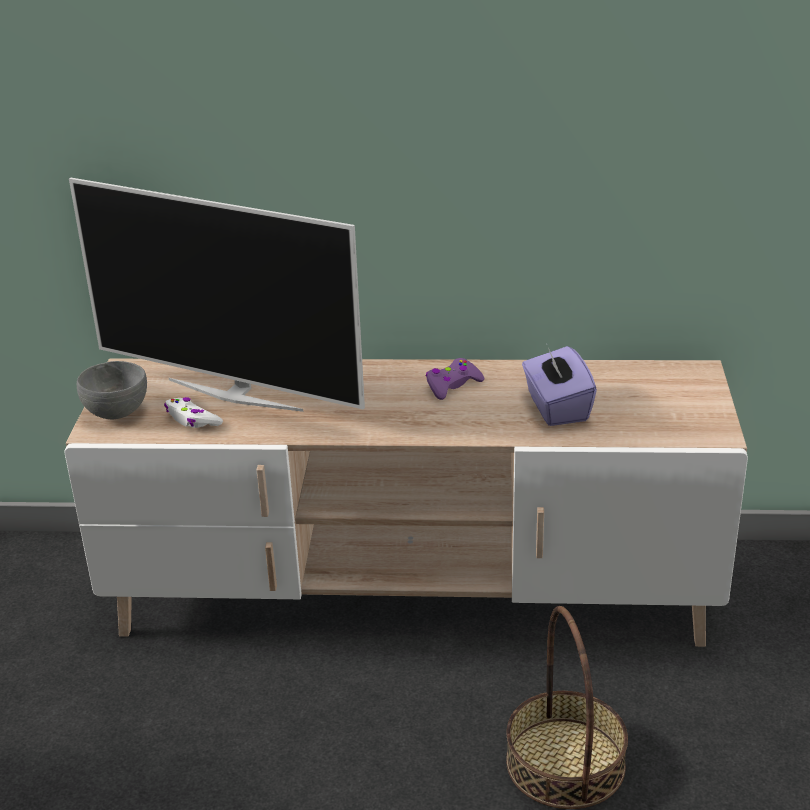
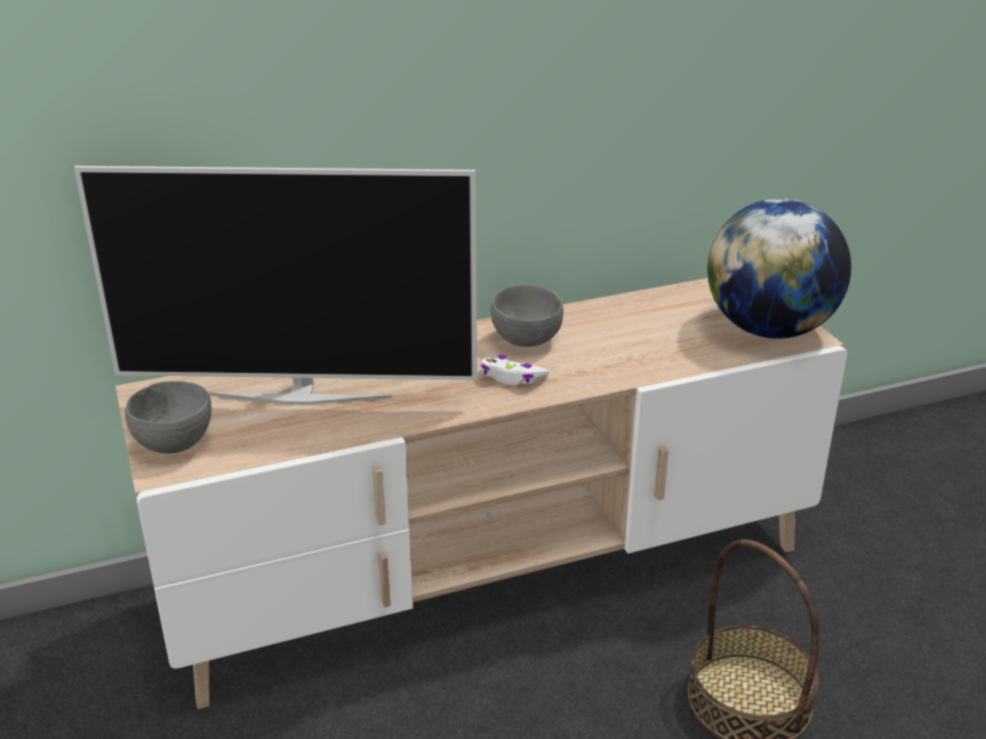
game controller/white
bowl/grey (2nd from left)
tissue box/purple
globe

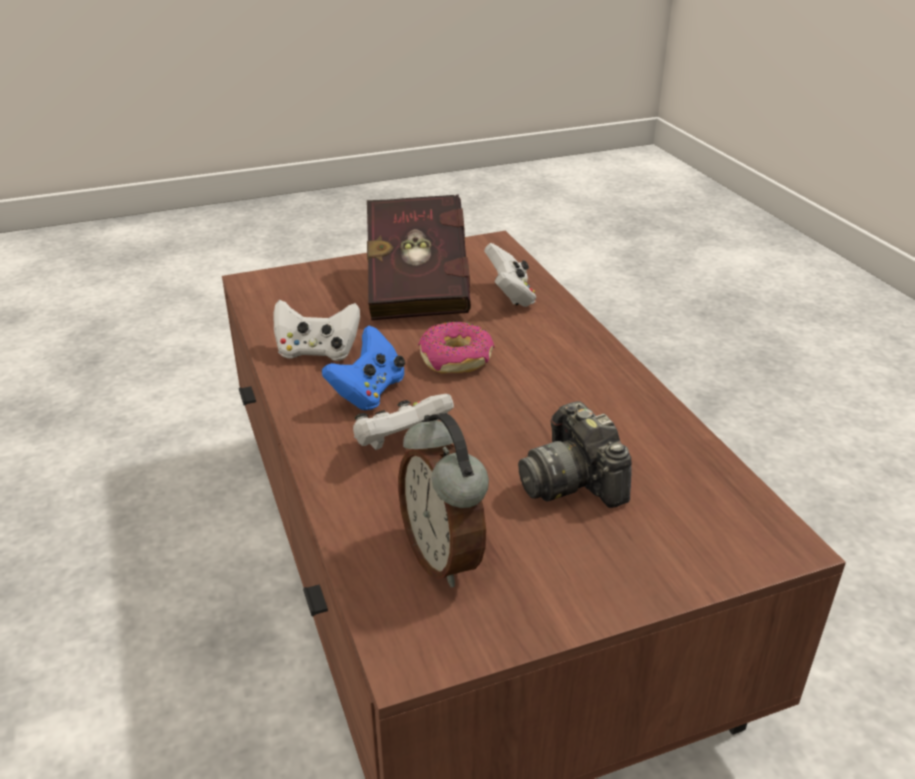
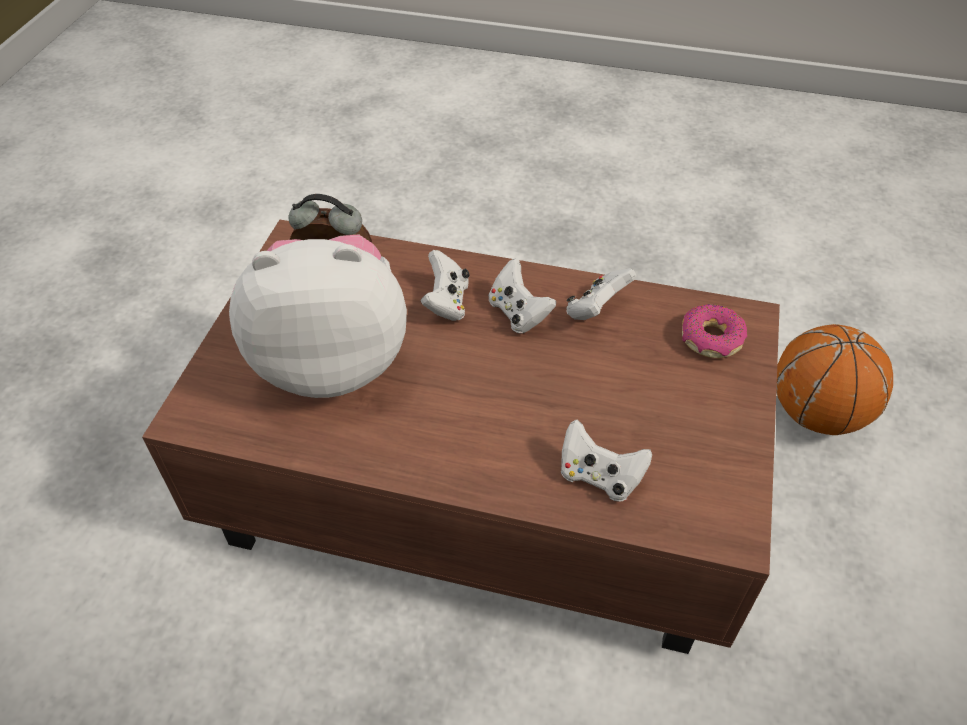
game controller/white (2nd from left)
book/red
donut
plush toy
basketball

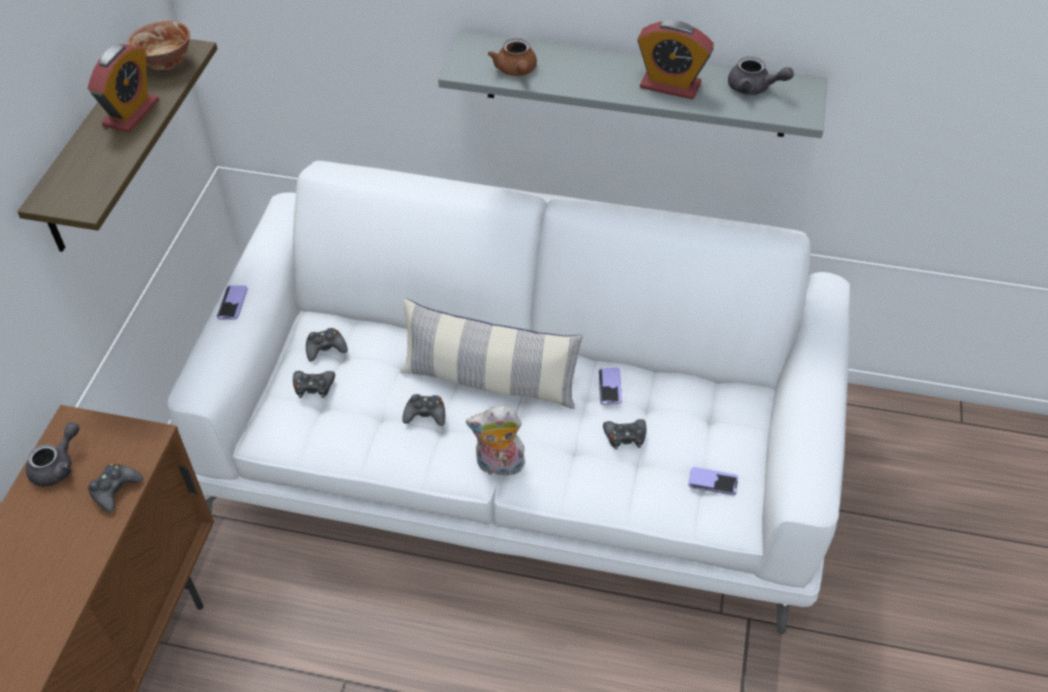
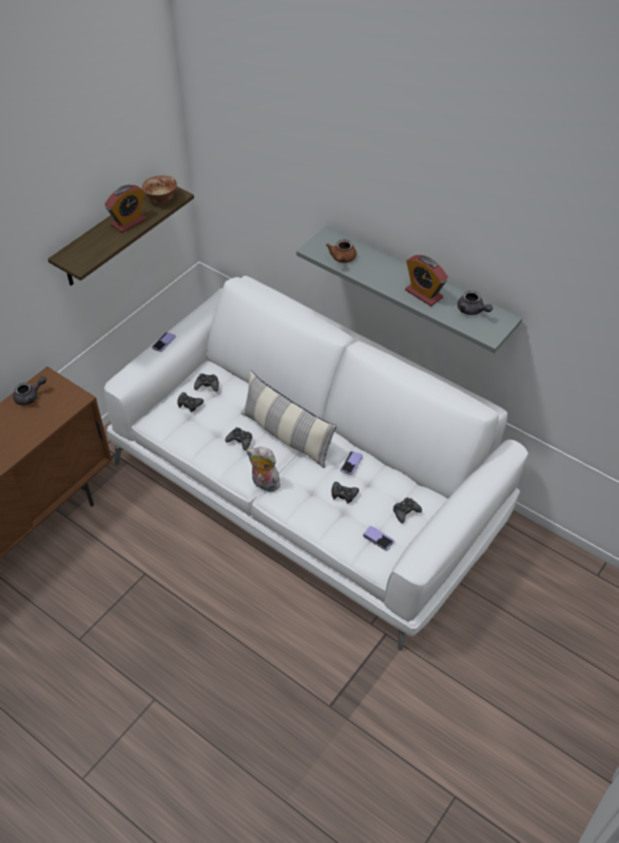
game controller/black (5th from left)

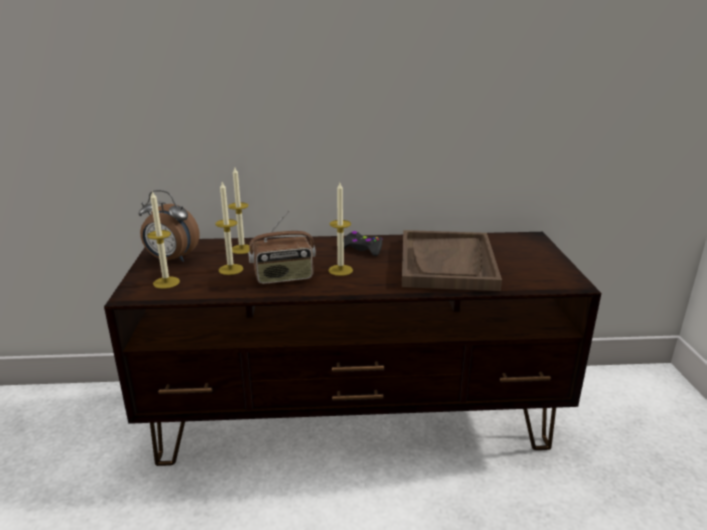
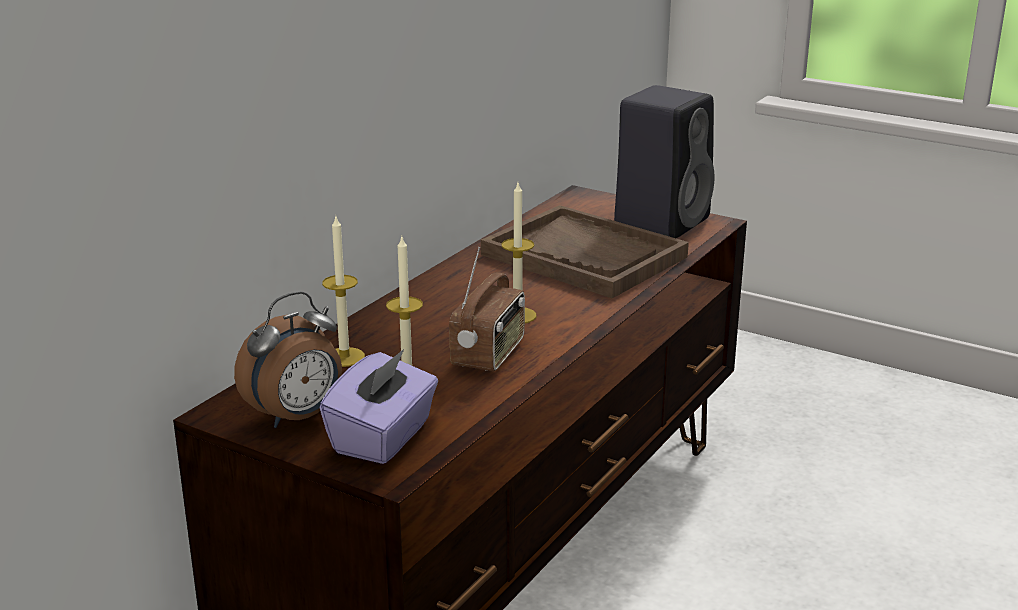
tissue box/purple
game controller/black
speaker/black

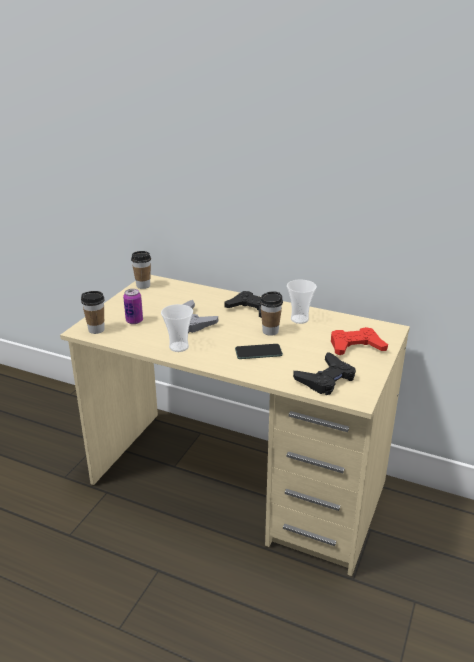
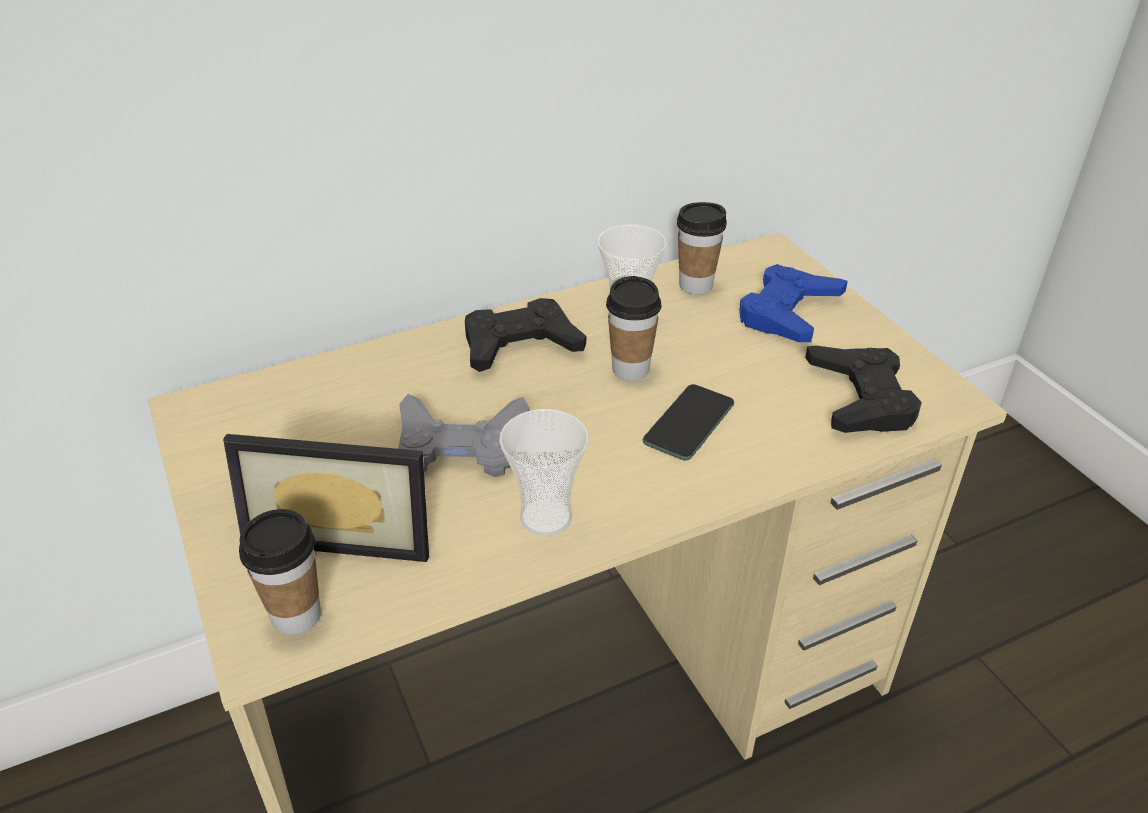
picture frame
cup (5th from left)
game controller/blue

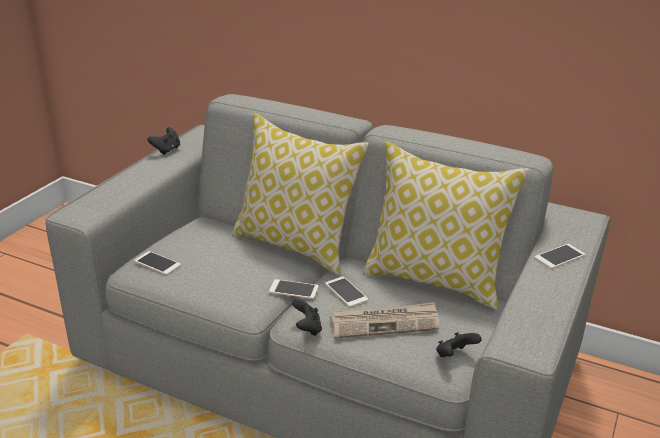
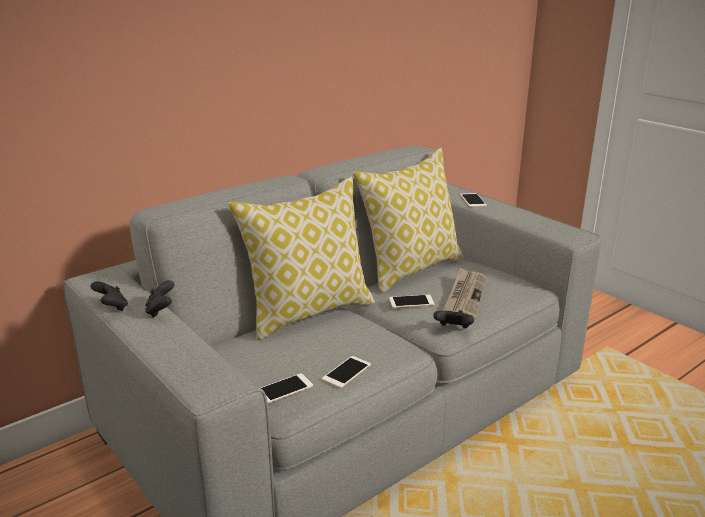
phone (2nd from left)
game controller/black (2nd from left)

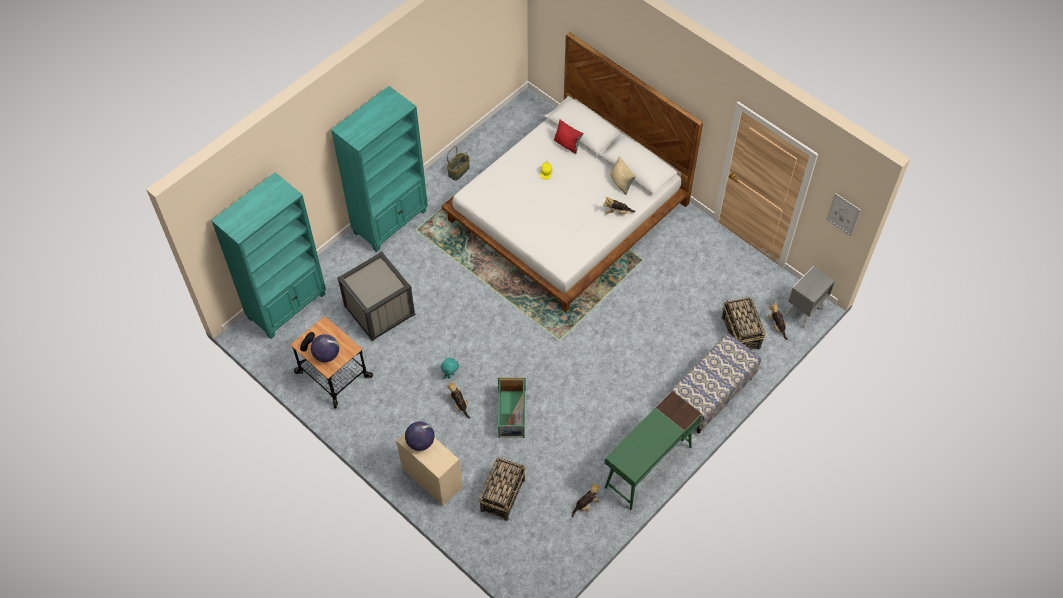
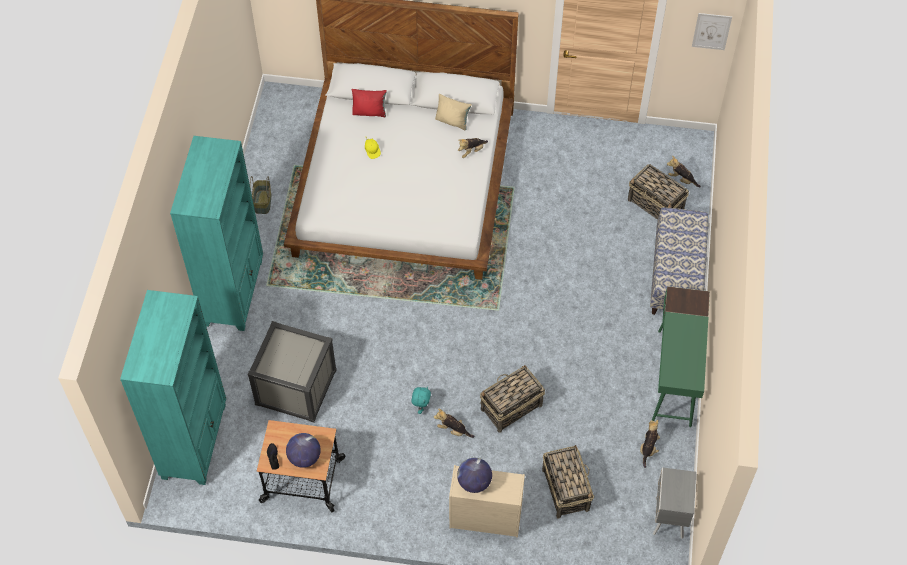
basket (2nd from left)
nightstand/grey

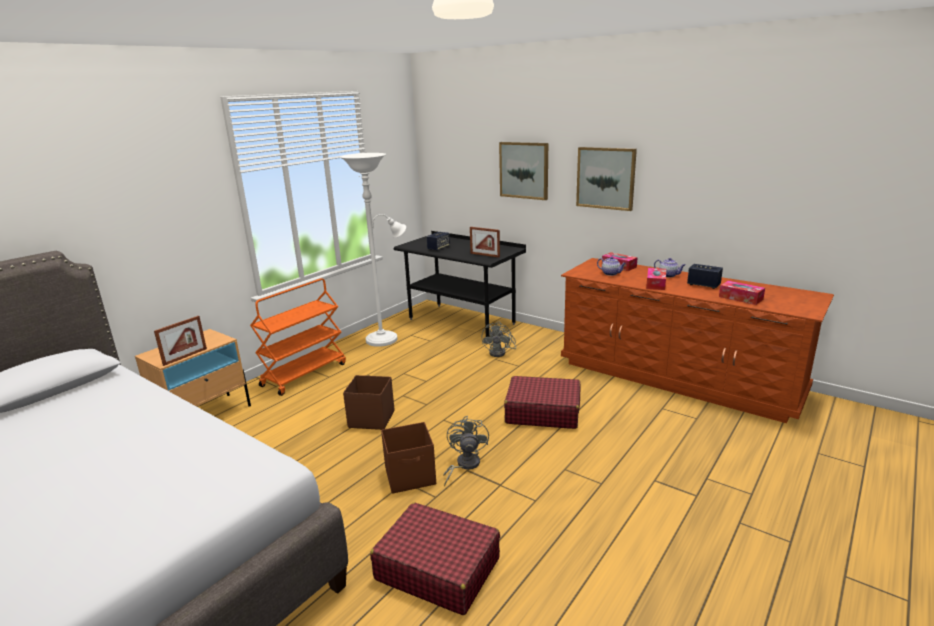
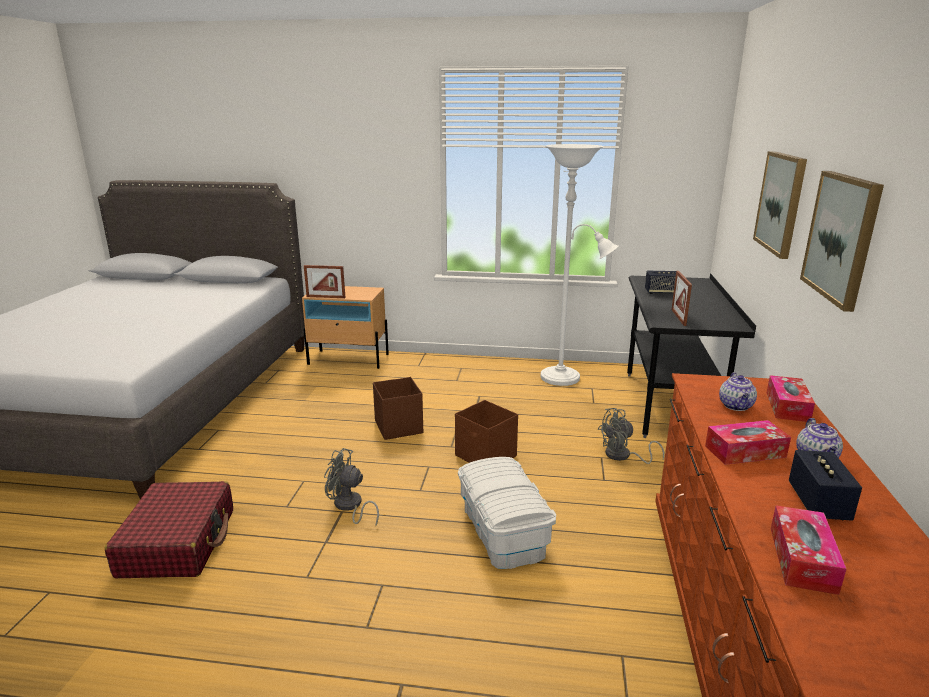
cart/orange
storage box/brown (2nd from left)
fan/grey (1st from left)
storage box/white

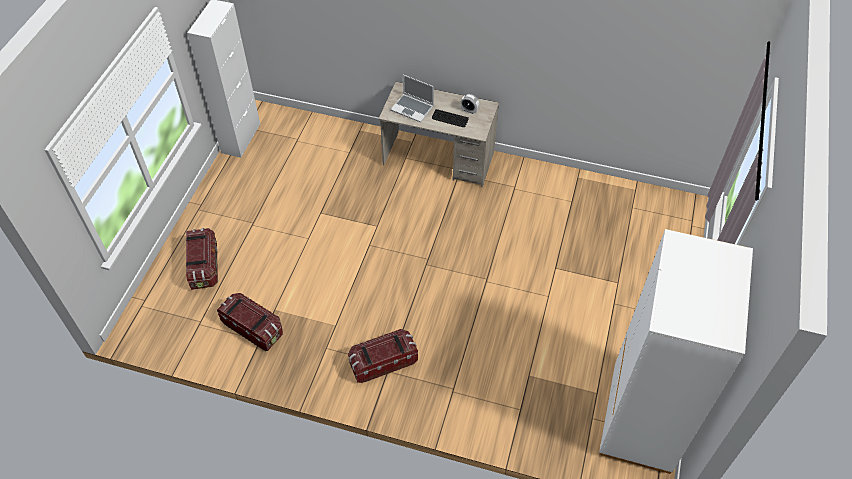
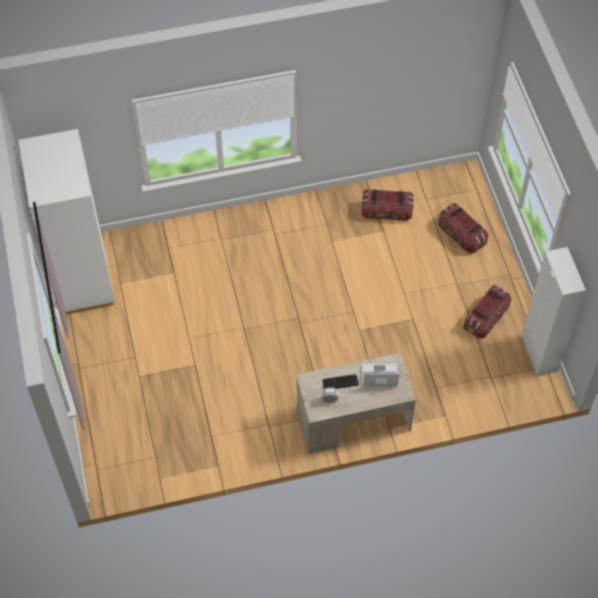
storage box (3rd from left)

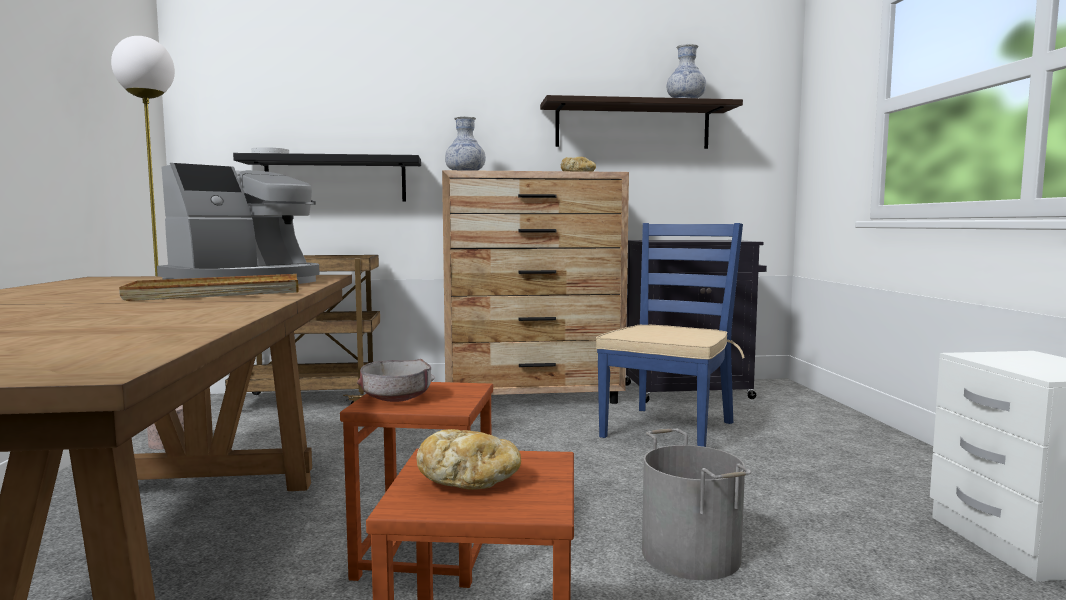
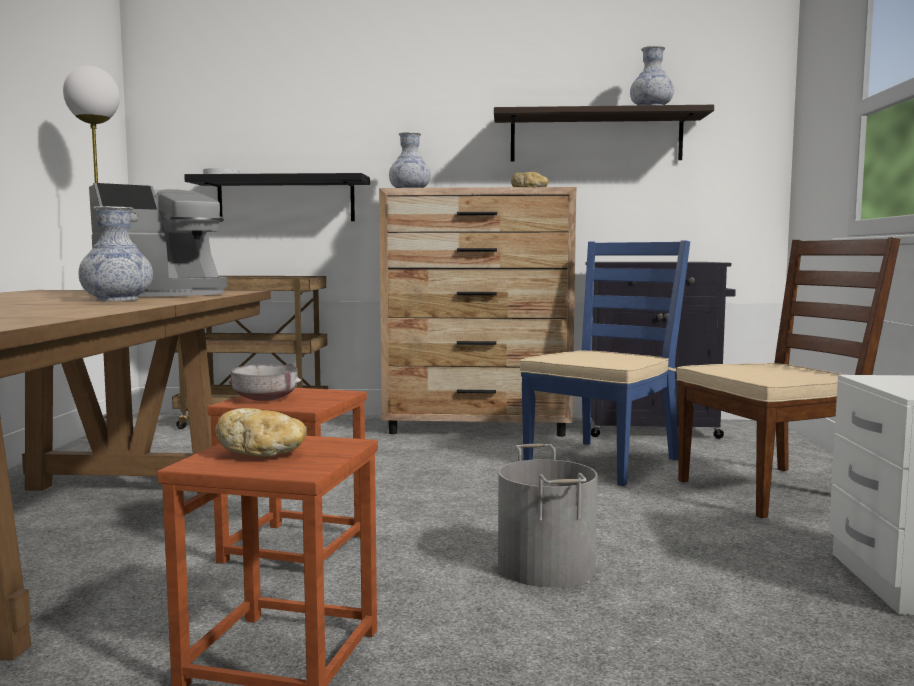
vase (1st from left)
chair/brown

